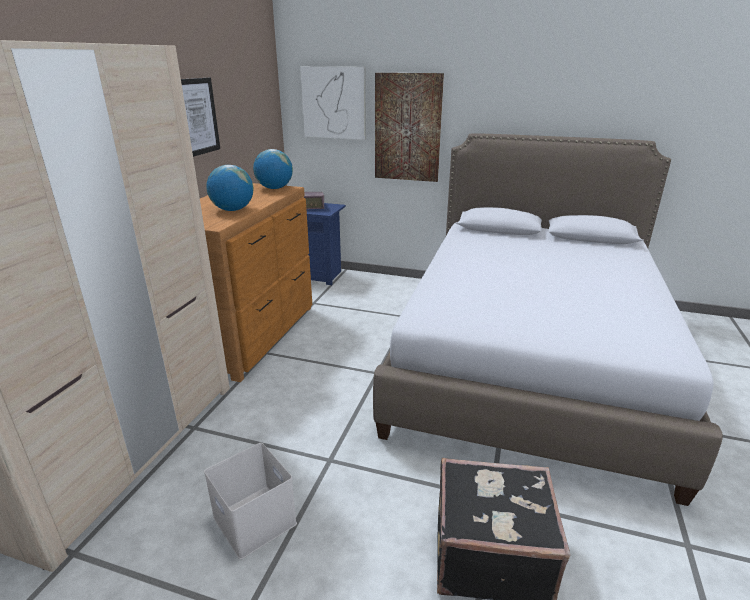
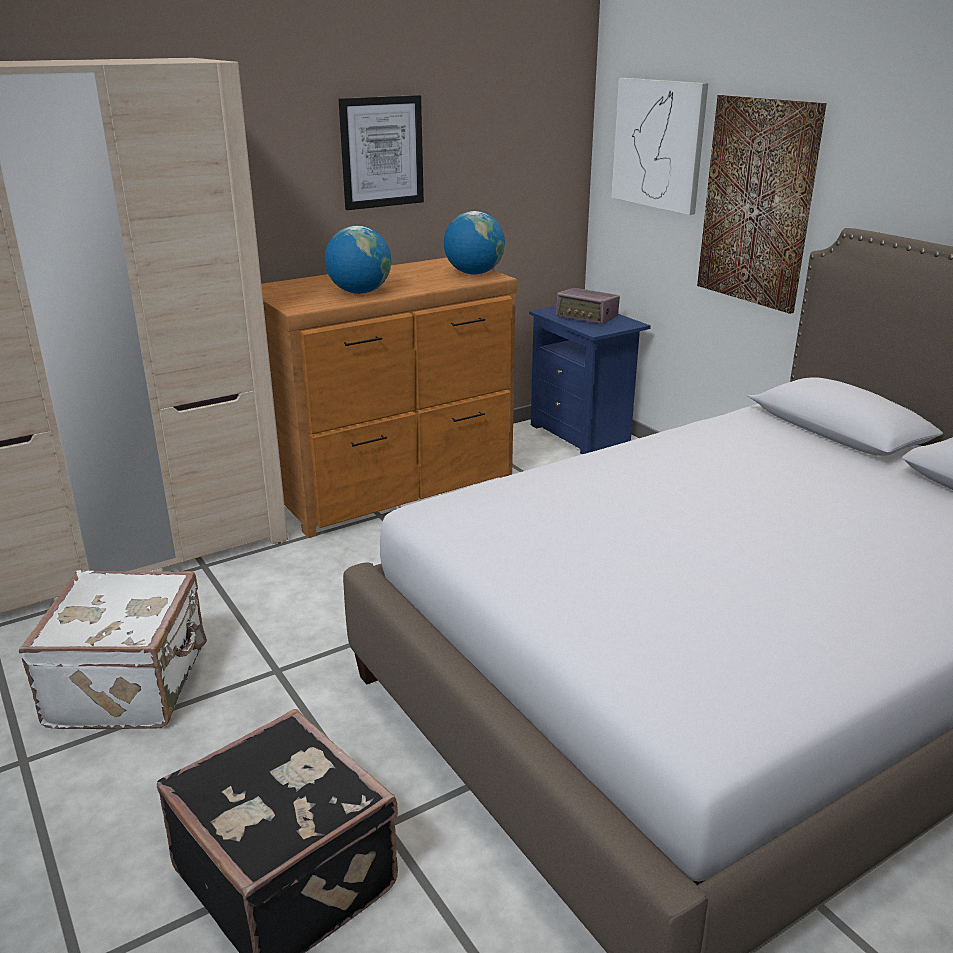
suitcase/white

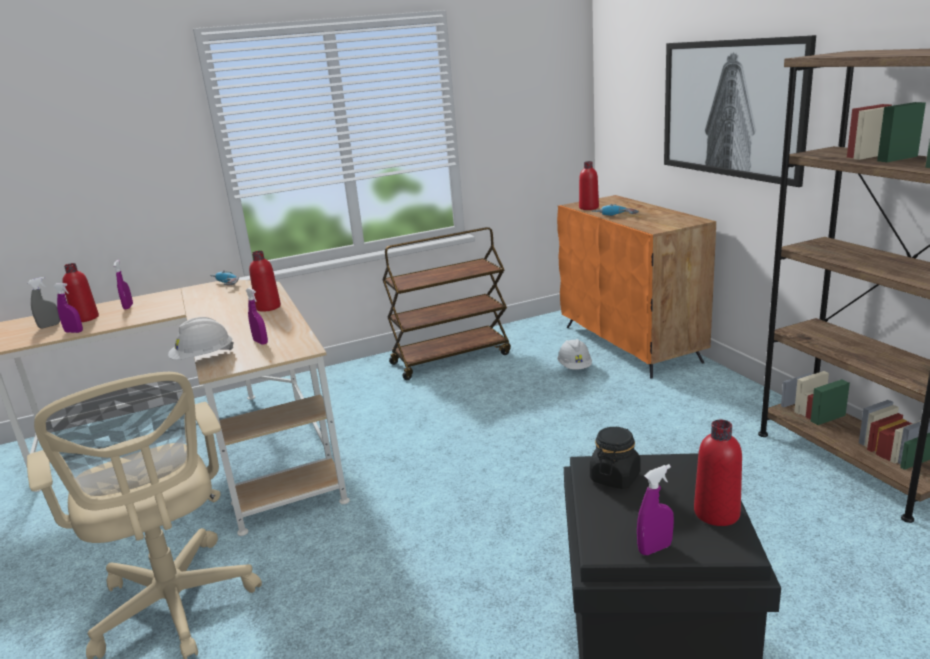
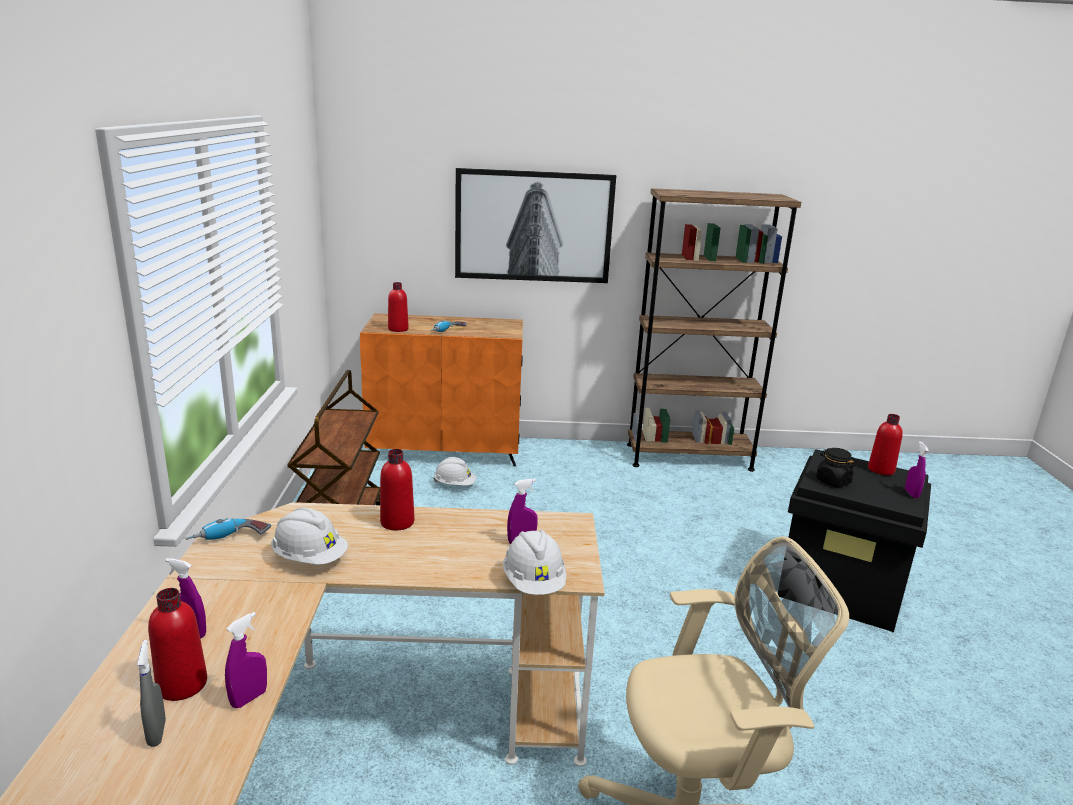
hard hat/white (1st from left)

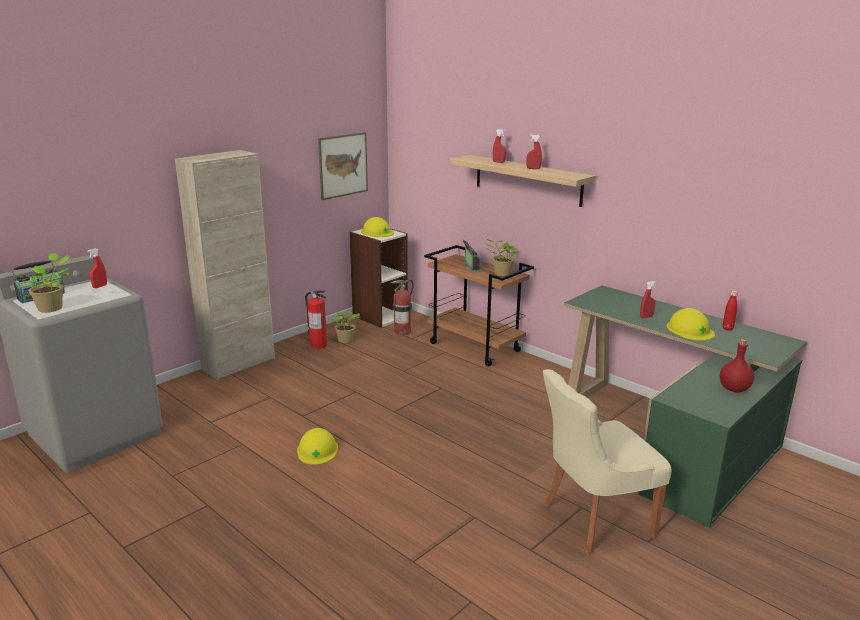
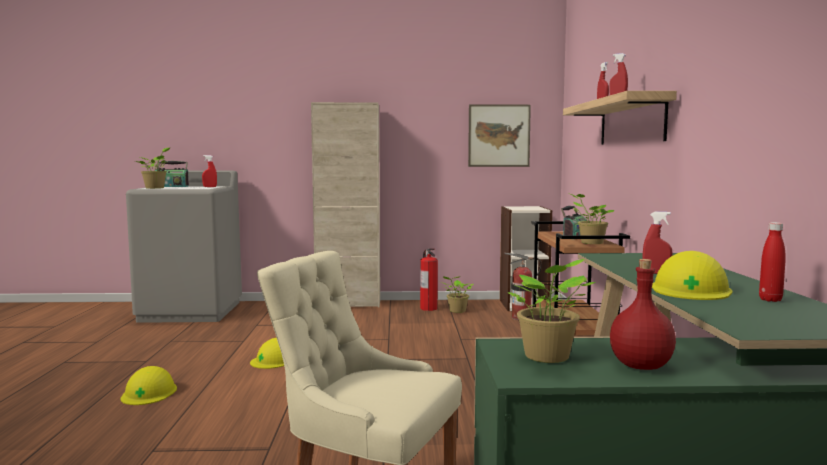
hard hat/yellow (1st from left)
potted plant (3rd from left)

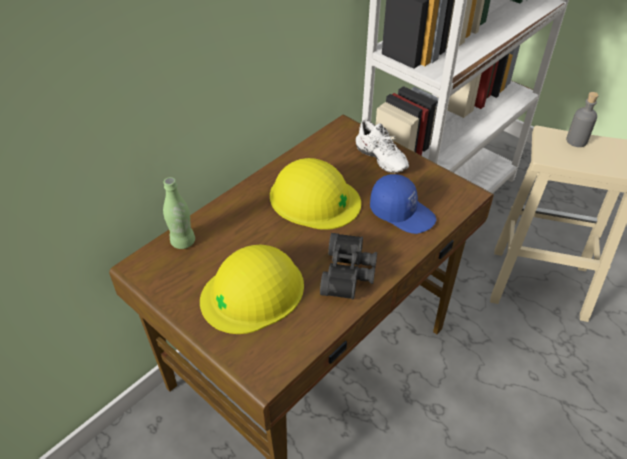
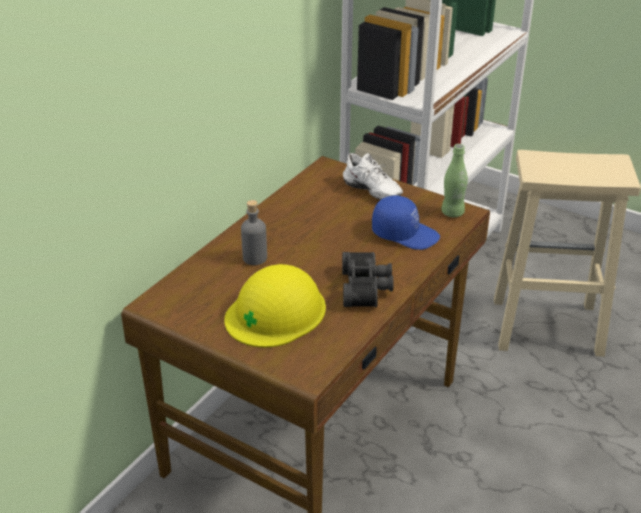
bottle/green
hard hat/yellow (2nd from left in the first image)
bottle/grey

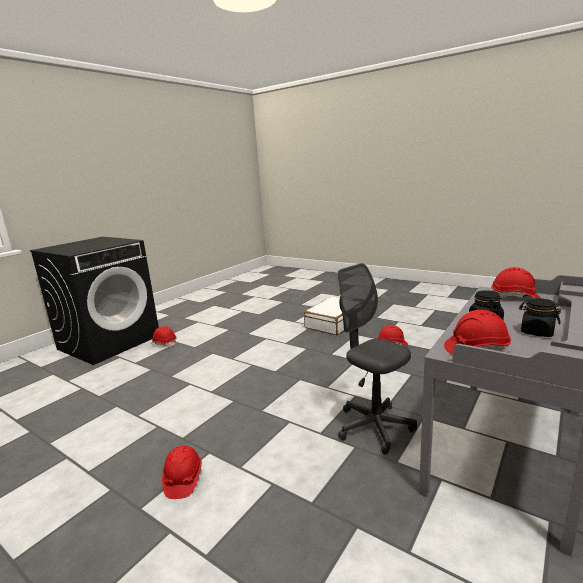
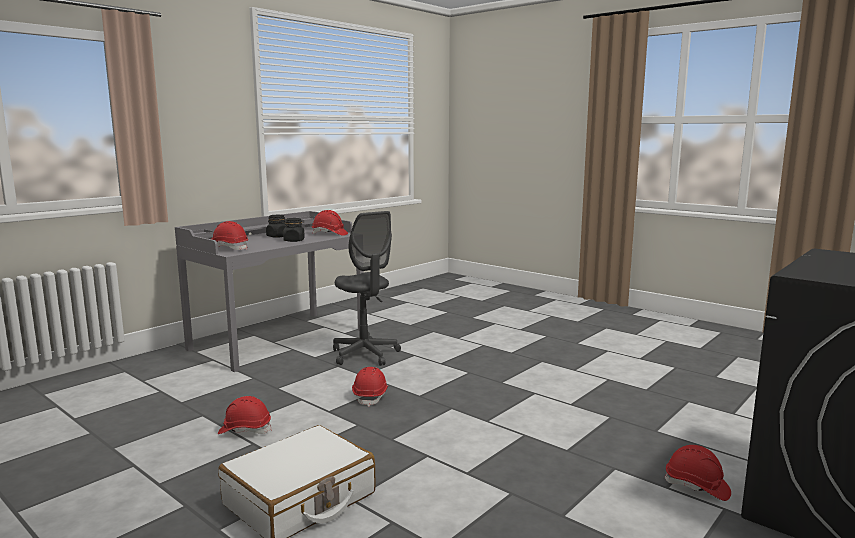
hard hat/red (4th from left)

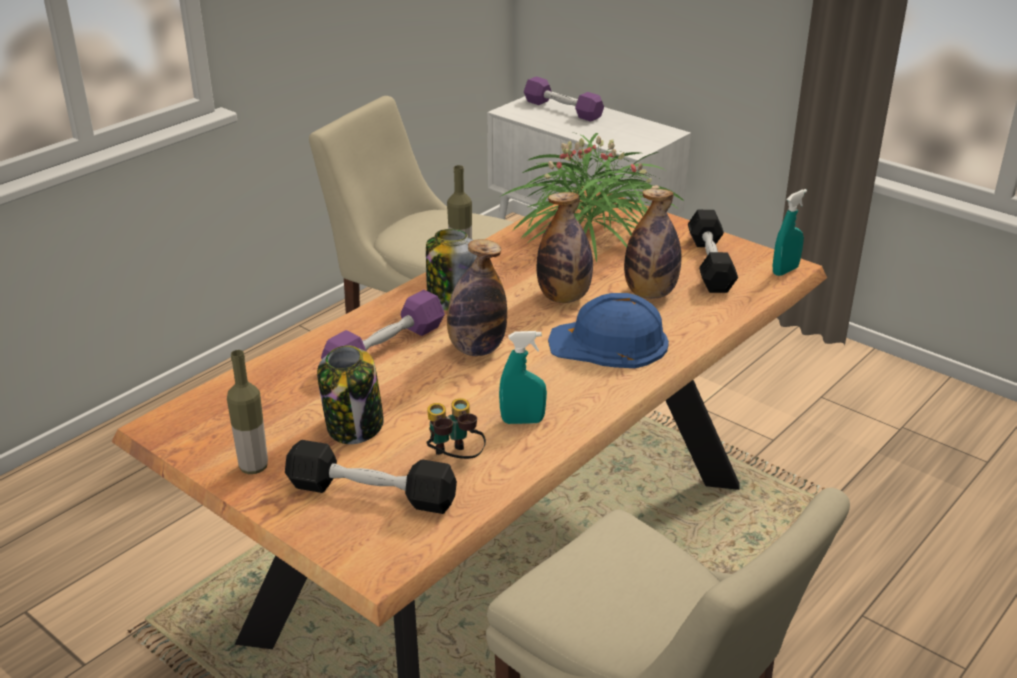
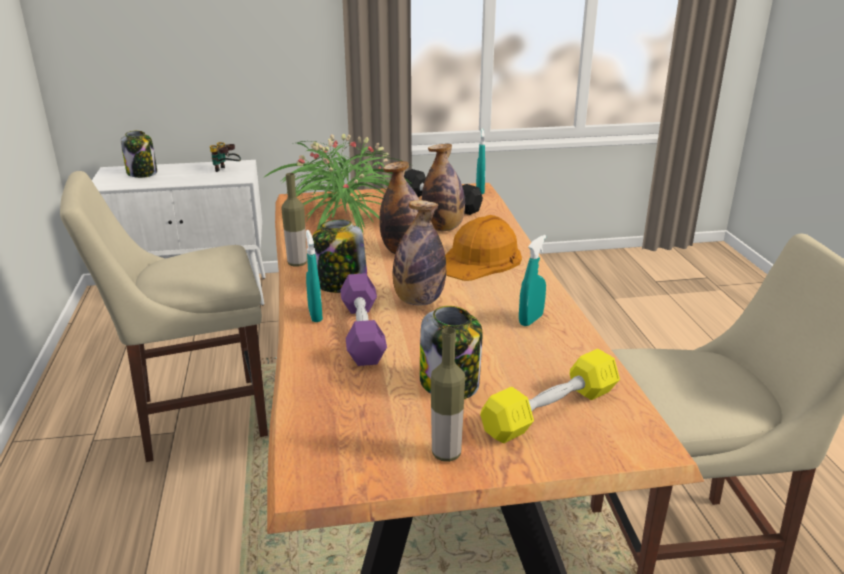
dumbbell/yellow
binoculars
jar (1st from left)
hard hat/orange
spray bottle/turquoise (1st from left)

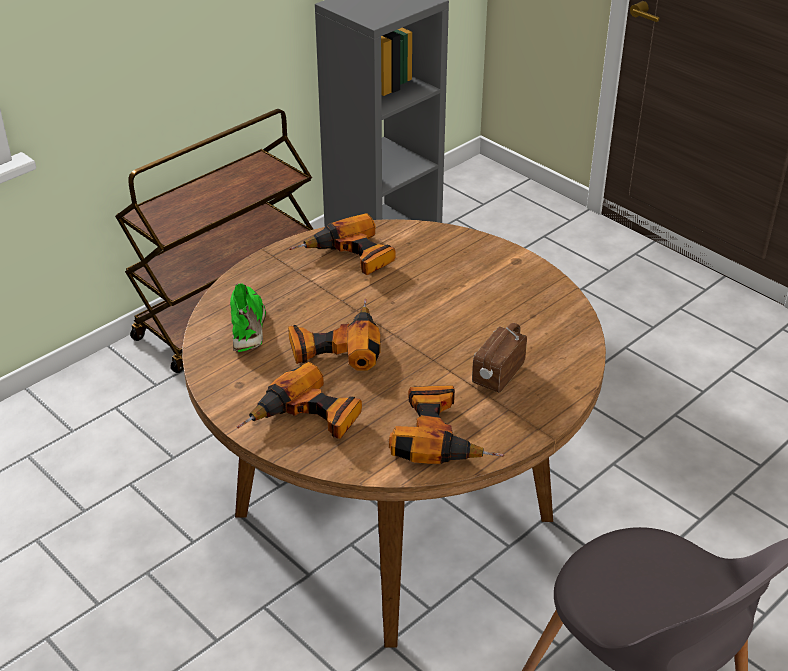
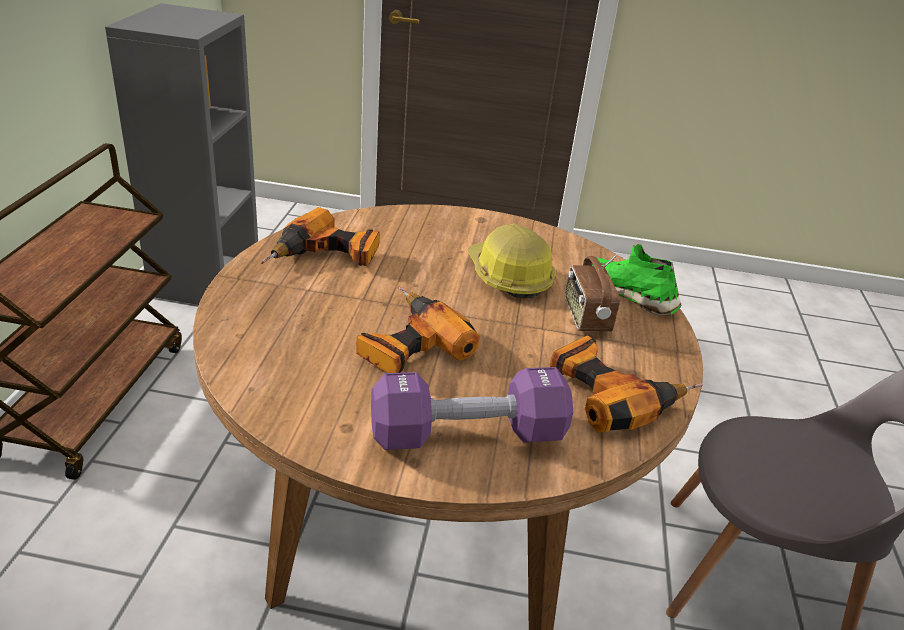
shoe/green
dumbbell/purple
hard hat

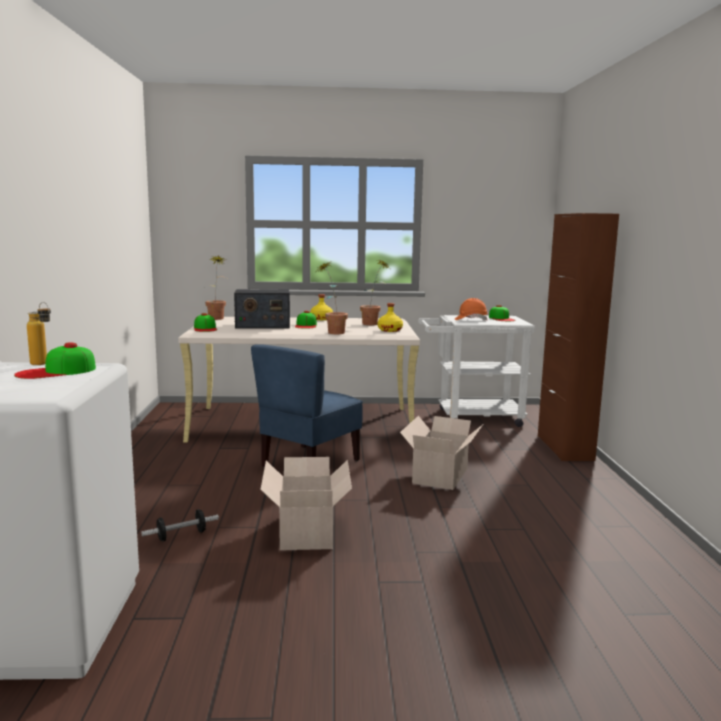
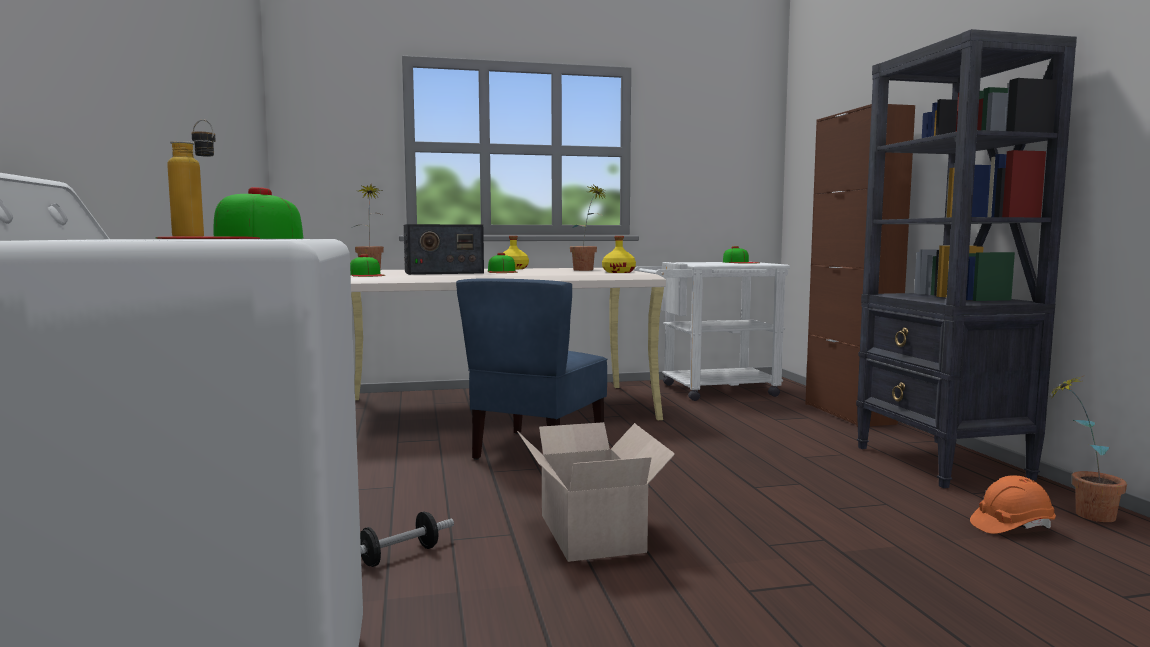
potted plant (3rd from left)
cardboard box (2nd from left in the first image)
hard hat/orange
bookcase/black

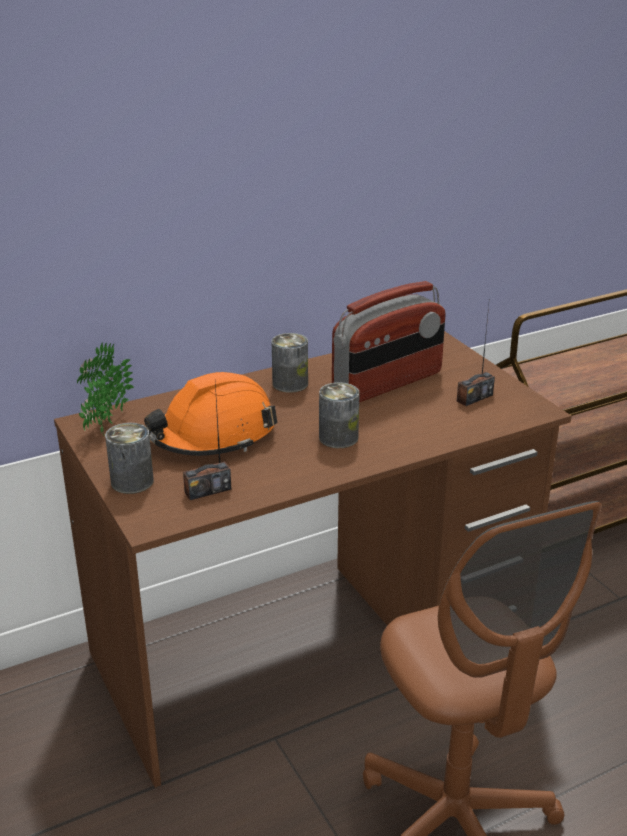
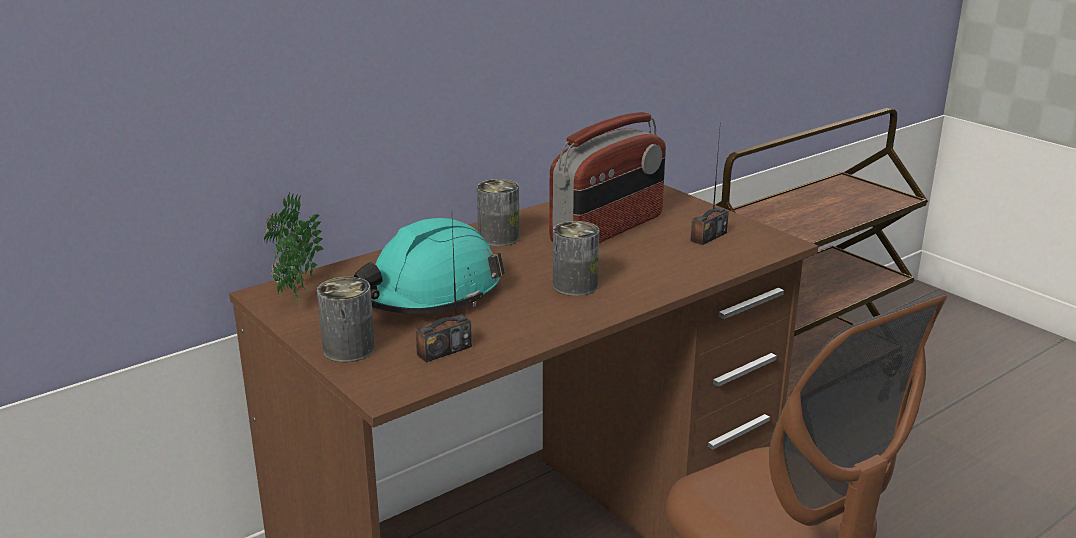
hard hat/turquoise

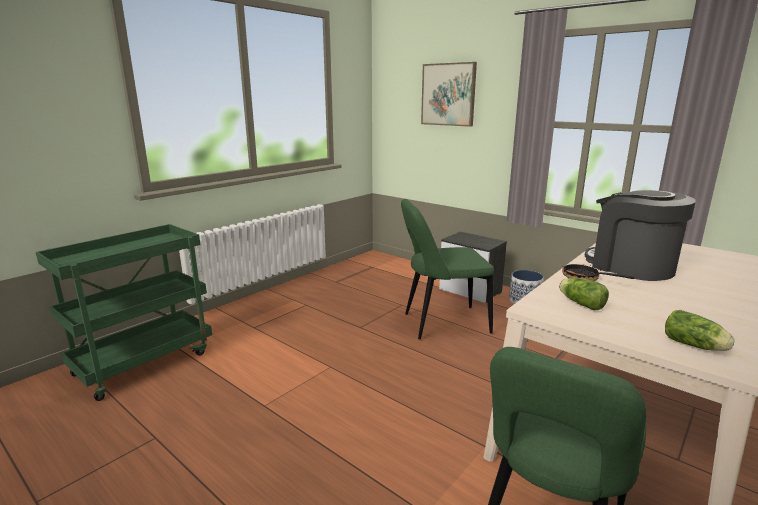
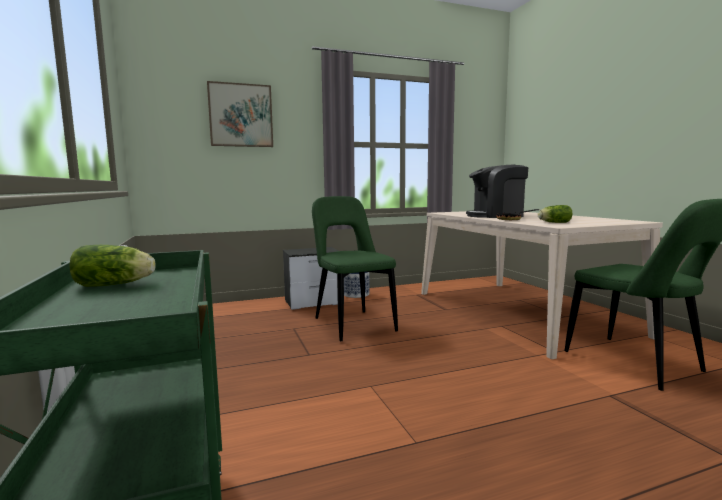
chair/green (1st from left)
lettuce (1st from left)

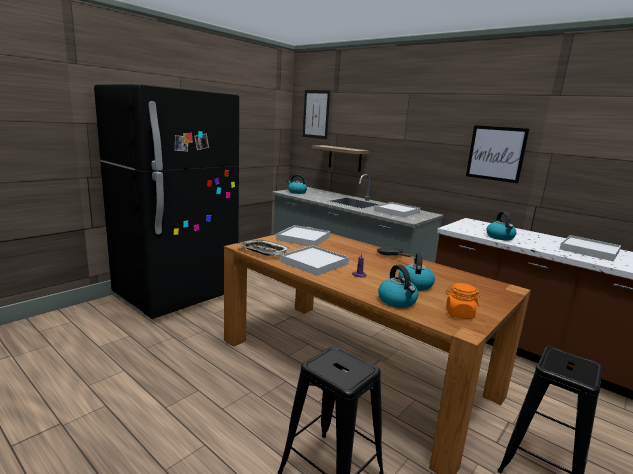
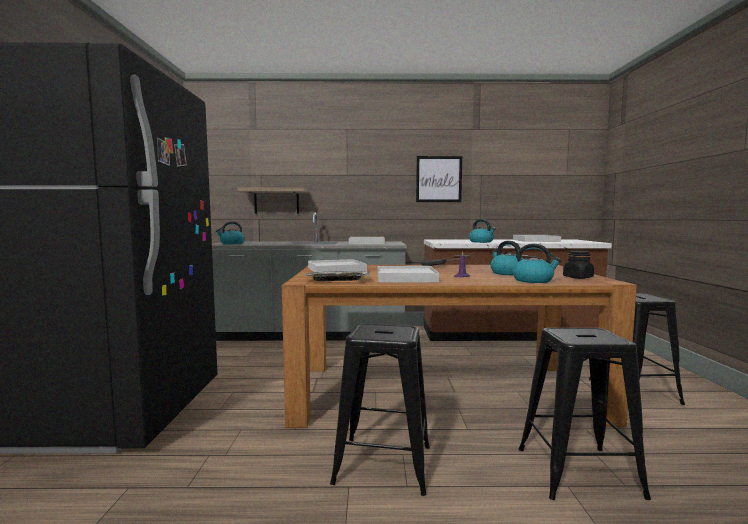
picture (1st from left in the first image)
jar/black
stool/black (1st from left)

